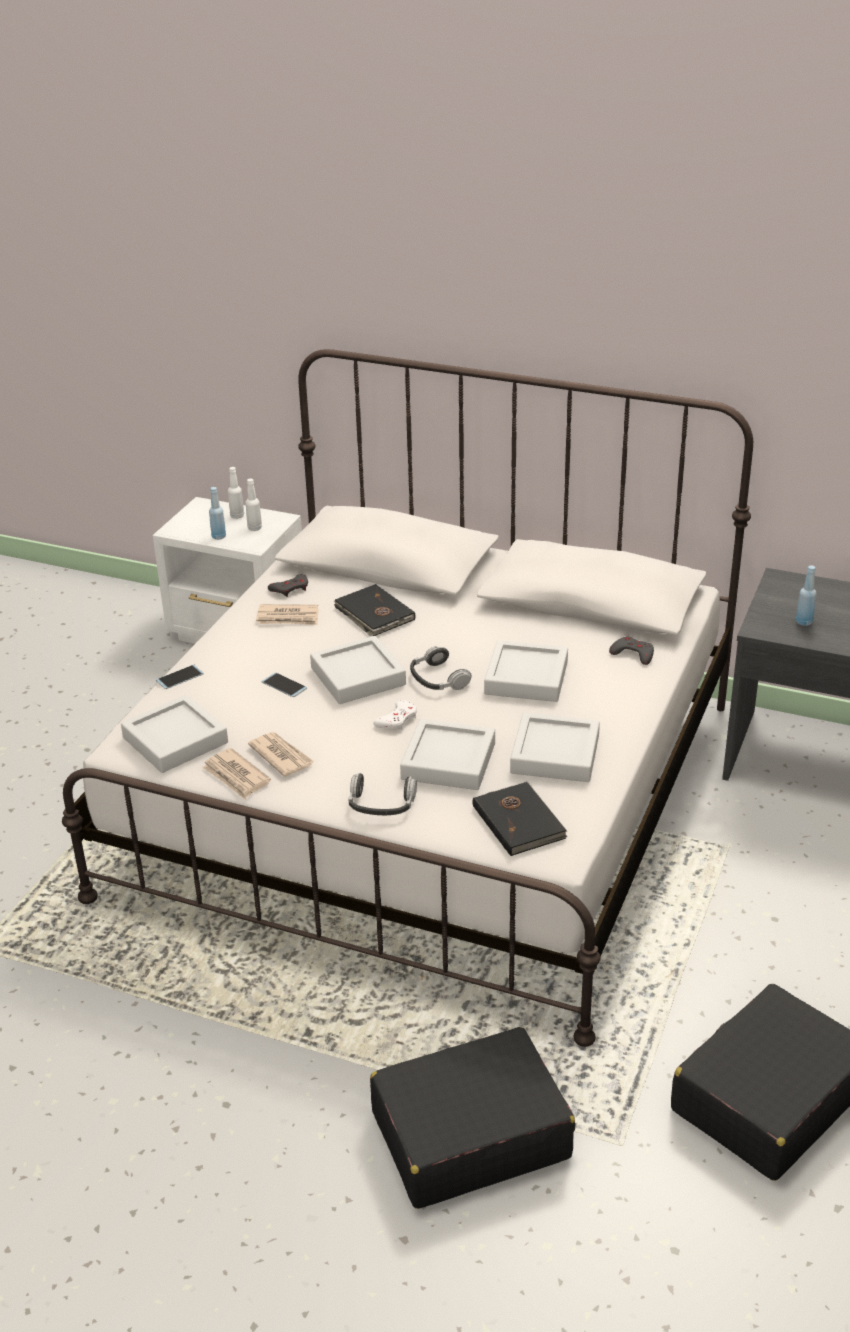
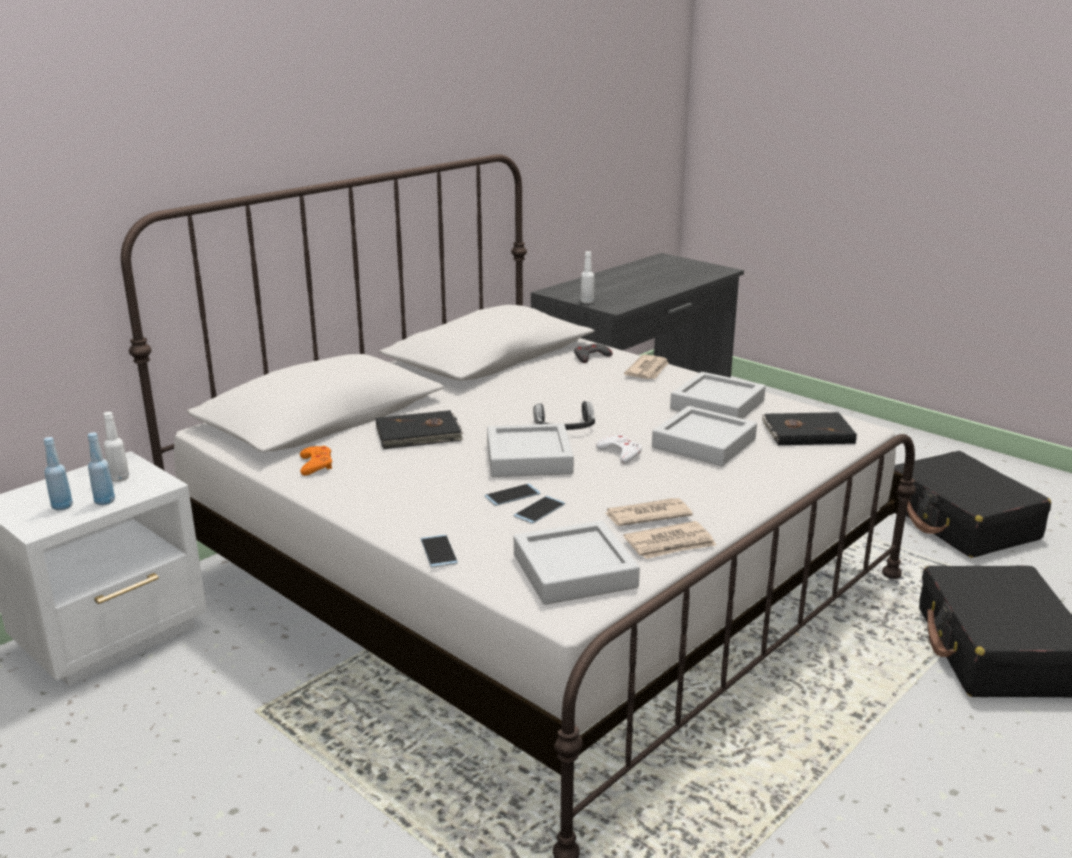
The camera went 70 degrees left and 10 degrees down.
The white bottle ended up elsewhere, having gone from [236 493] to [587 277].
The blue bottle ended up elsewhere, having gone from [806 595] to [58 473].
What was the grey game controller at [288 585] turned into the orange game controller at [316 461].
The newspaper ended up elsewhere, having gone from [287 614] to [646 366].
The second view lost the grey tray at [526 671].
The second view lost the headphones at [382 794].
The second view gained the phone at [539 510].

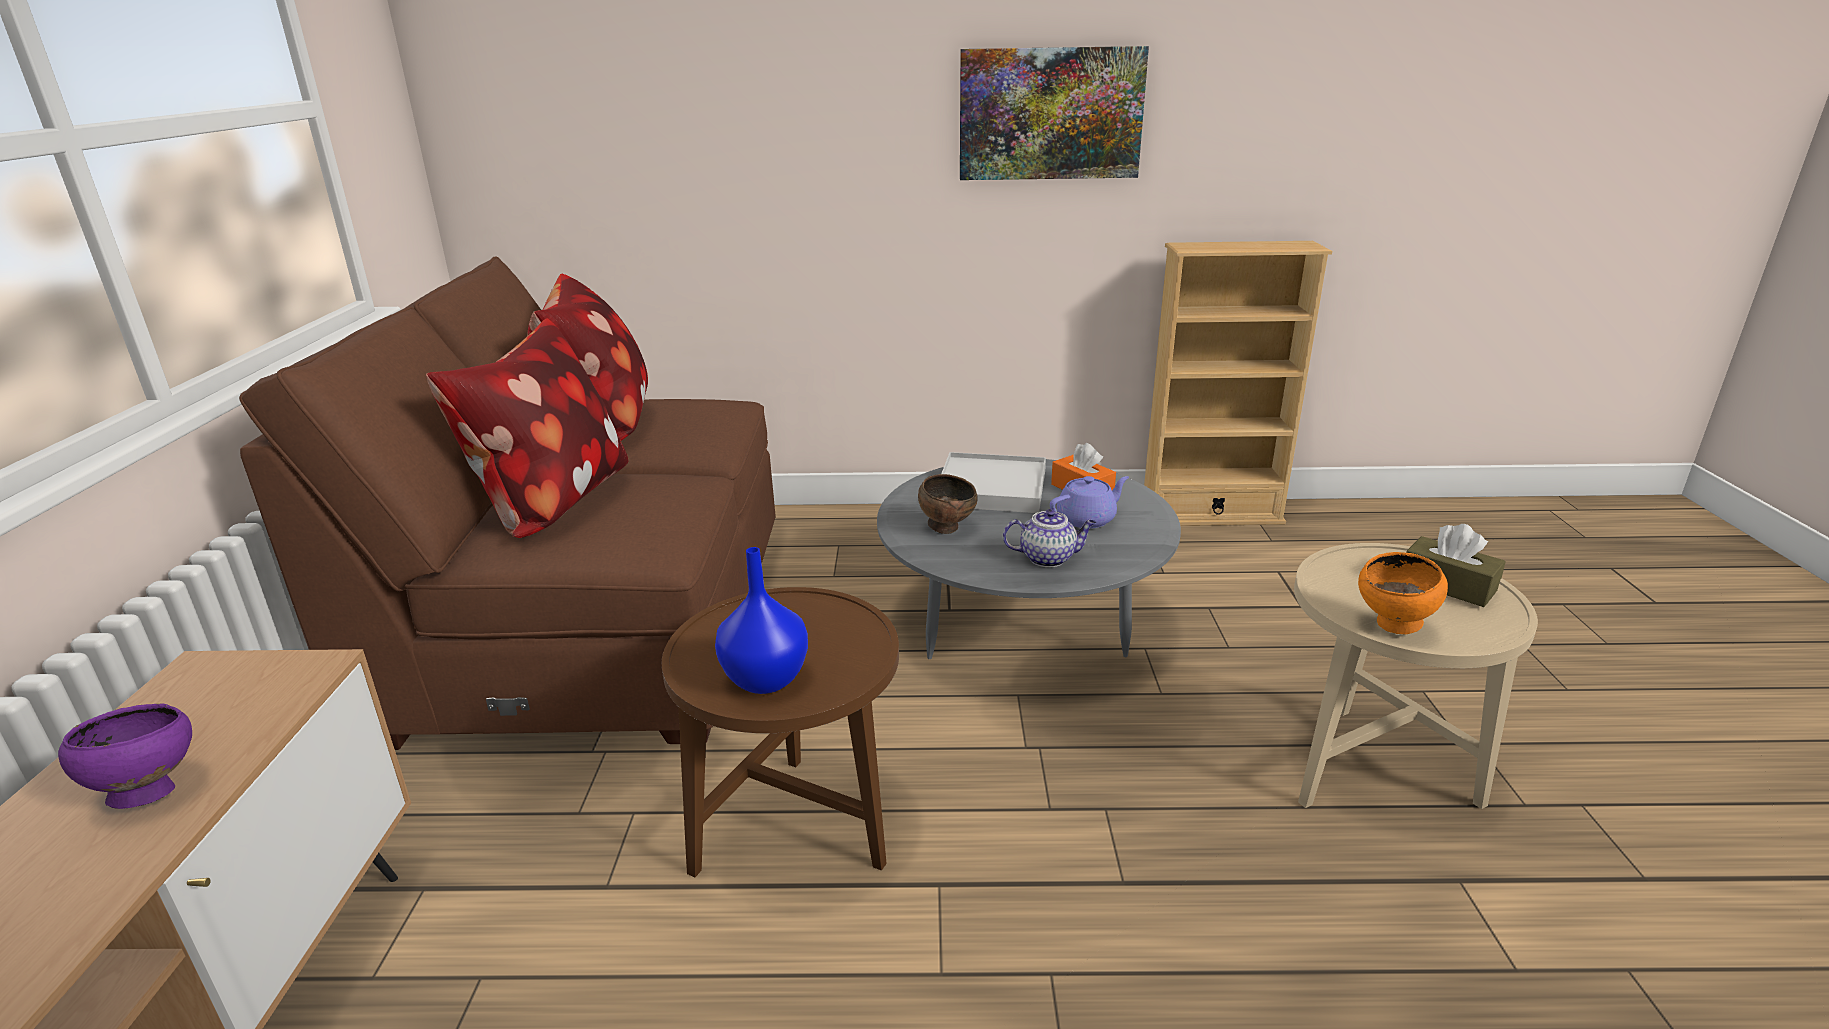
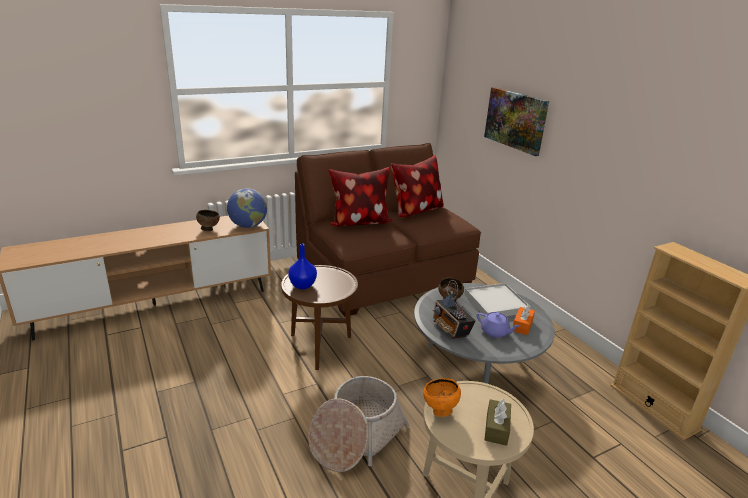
The camera went 60 degrees right and 0 degrees up.
The picture ended up elsewhere, having gone from [1054 113] to [516 121].
Where the teapot stood at [1049 538], the radio came to stand at [454 309].
What was the purple bowl at [125 756] turned into the brown bowl at [208 220].
The second view gained the globe at [247 208].
The second view gained the basket at [359 424].

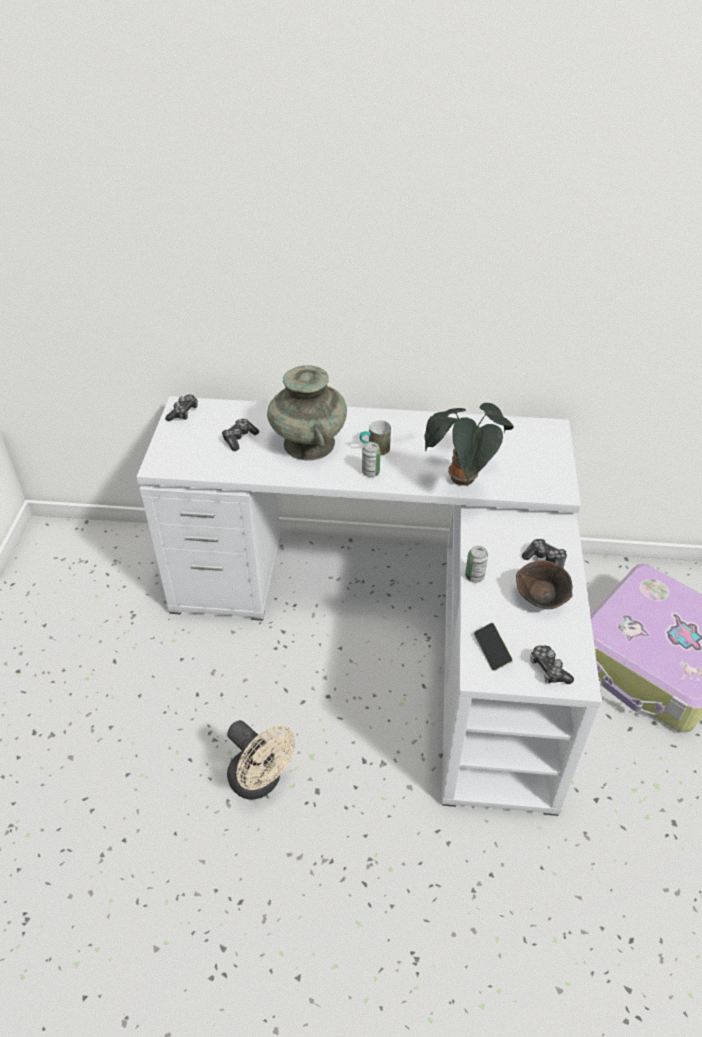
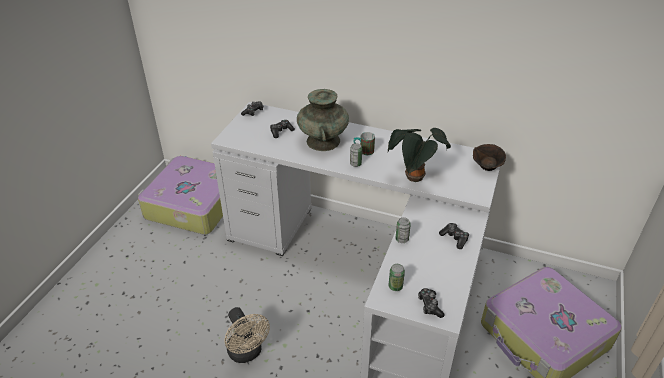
The camera went 15 degrees right and 5 degrees down.
The brown bowl ended up elsewhere, having gone from [544 584] to [489 157].
Where the phone stood at [493 647], the can came to stand at [397 277].
The second view gained the suitcase at [180 195].

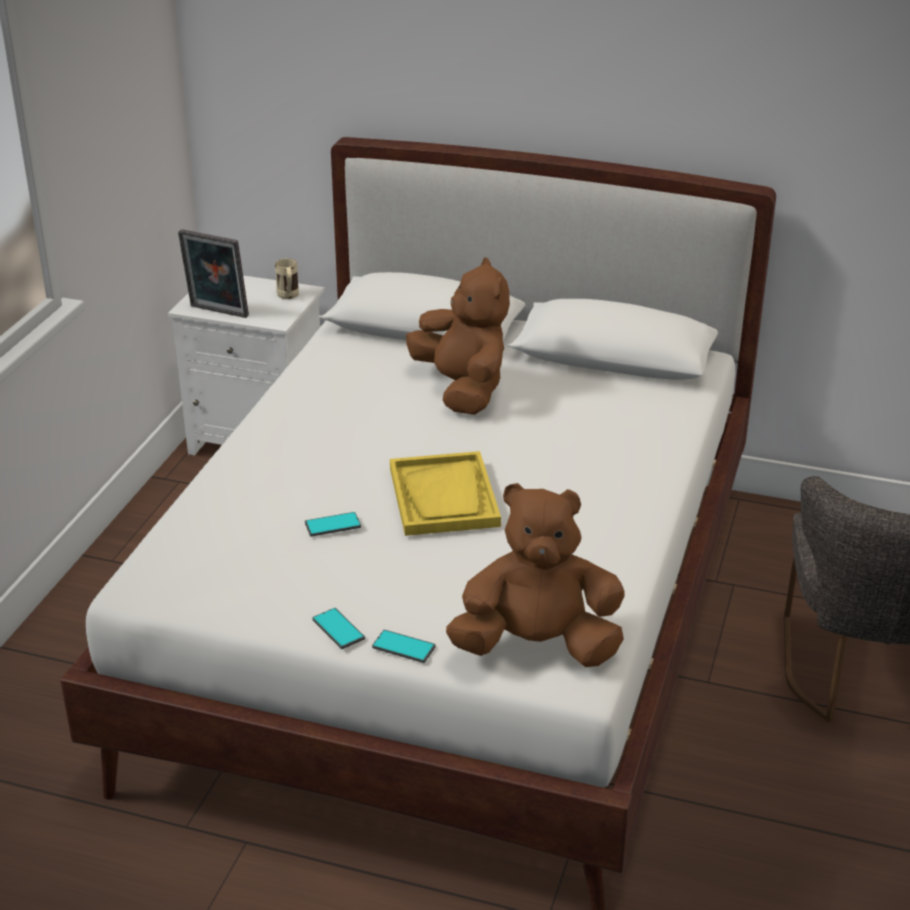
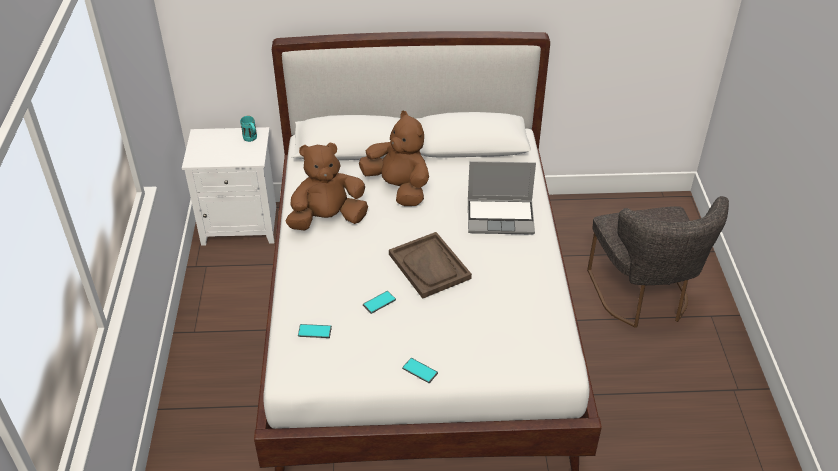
The camera went 20 degrees left and 10 degrees up.
The second view lost the picture frame at [213 273].
What was the beige mug at [287 278] turned into the turquoise mug at [248 129].
What was the yellow tray at [445 493] turned into the brown tray at [430 265].
The brown plush toy ended up elsewhere, having gone from [535 575] to [326 186].
The phone ended up elsewhere, having gone from [404 646] to [315 331].
The second view gained the laptop at [502 198].

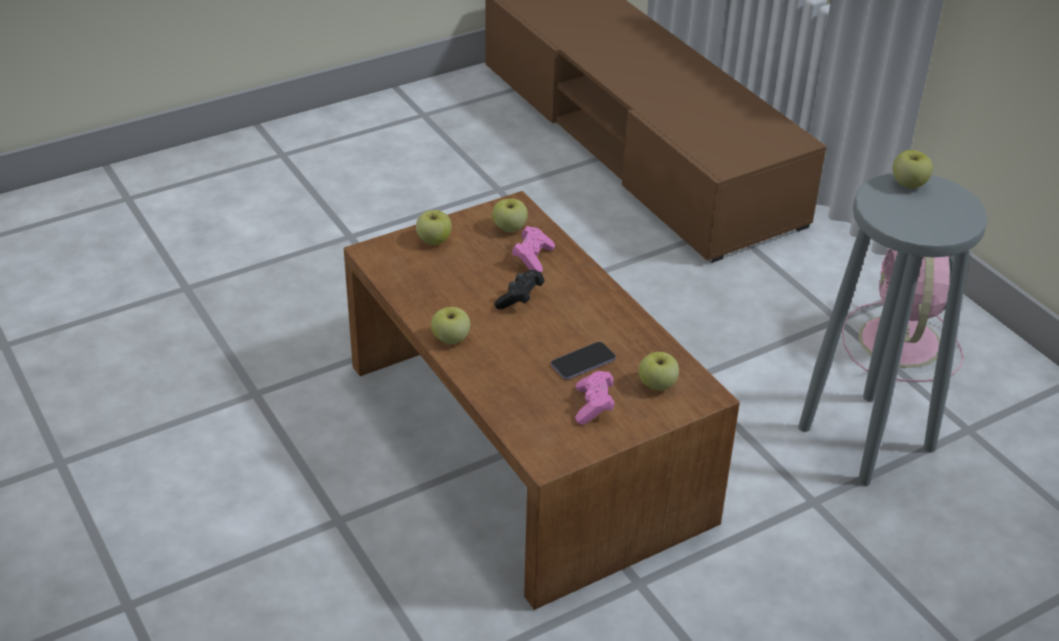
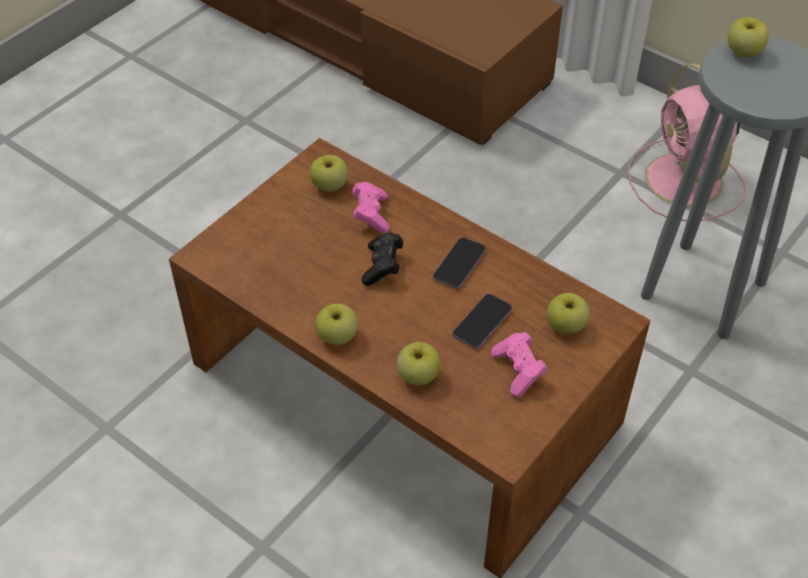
The camera went 20 degrees left and 10 degrees up.
The apple ended up elsewhere, having gone from [434 227] to [418 363].
The second view gained the phone at [459 263].

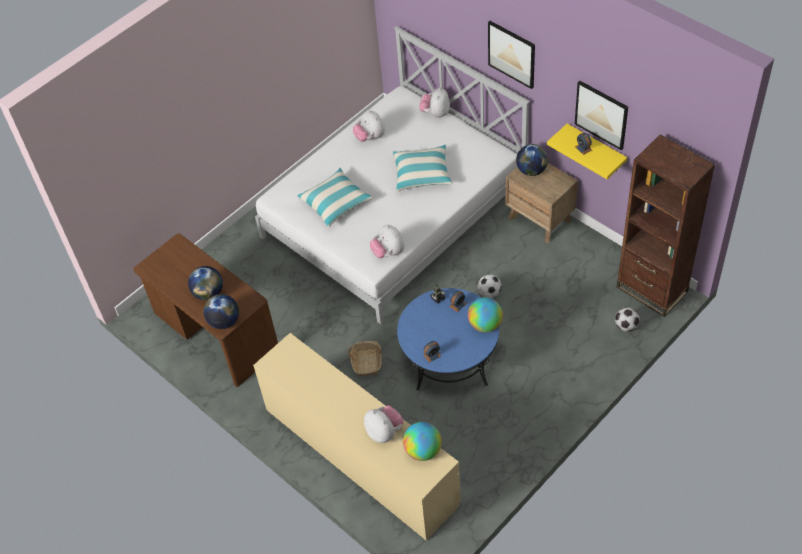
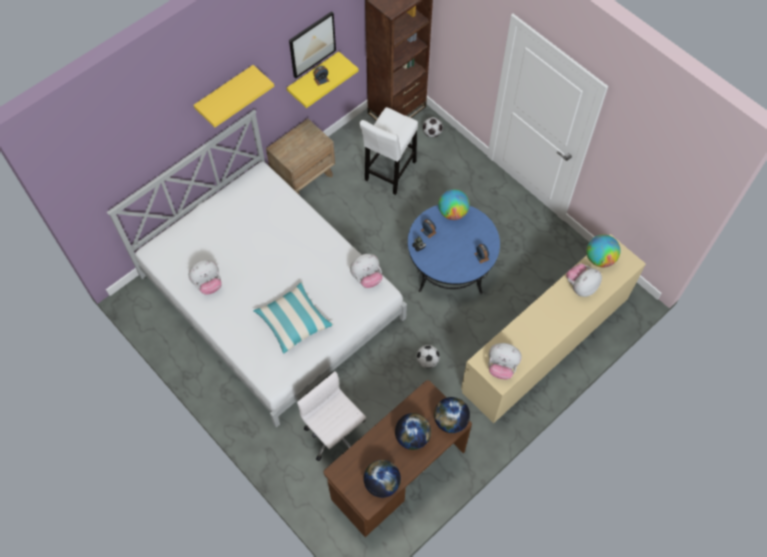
The camera went 90 degrees left and 10 degrees up.
Where the picture hung at [511 55], the yellow shelf came to hang at [234 96].
The plush toy ended up elsewhere, having gone from [434 102] to [505 361].
The globe ended up elsewhere, having gone from [532 160] to [382 479].
The second view lost the pillow at [422 168].
The football ended up elsewhere, having gone from [490 286] to [428 356].
The second view lost the basket at [365 358].
The second view gained the white stool at [388 151].
The second view gained the white office chair at [331 416].

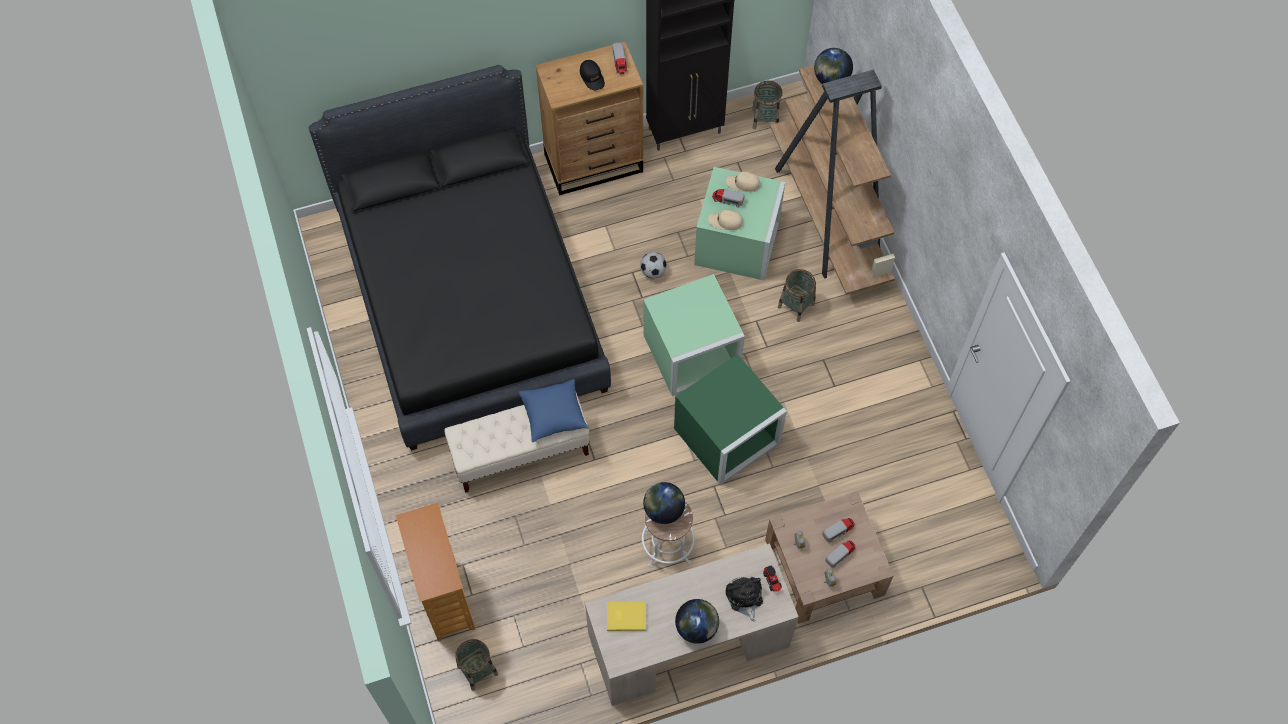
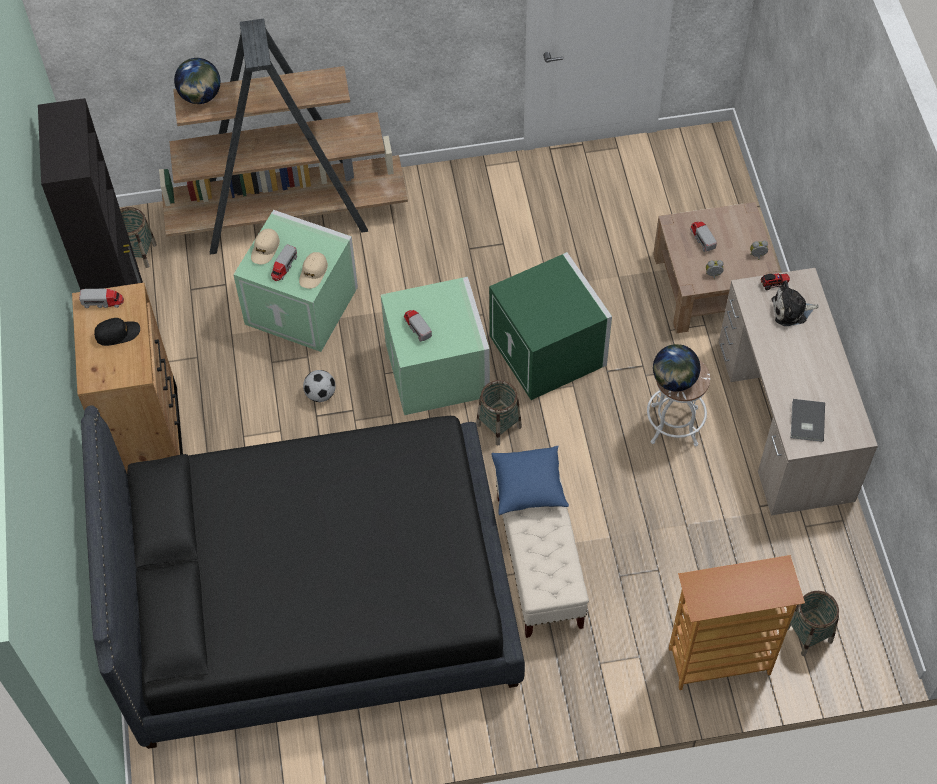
The camera went 80 degrees left and 5 degrees down.
The basket ended up elsewhere, having gone from [797 295] to [499 413].
The toy truck ended up elsewhere, having gone from [840 554] to [418 326].
The second view lost the globe at [697 621].
What was the yellow book at [626 616] turned into the grey book at [808 420].

